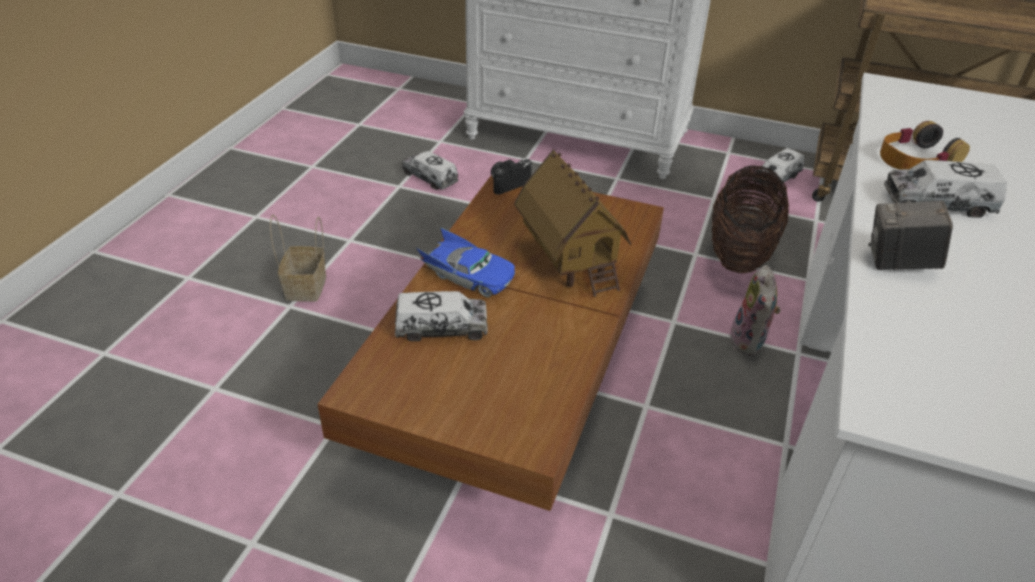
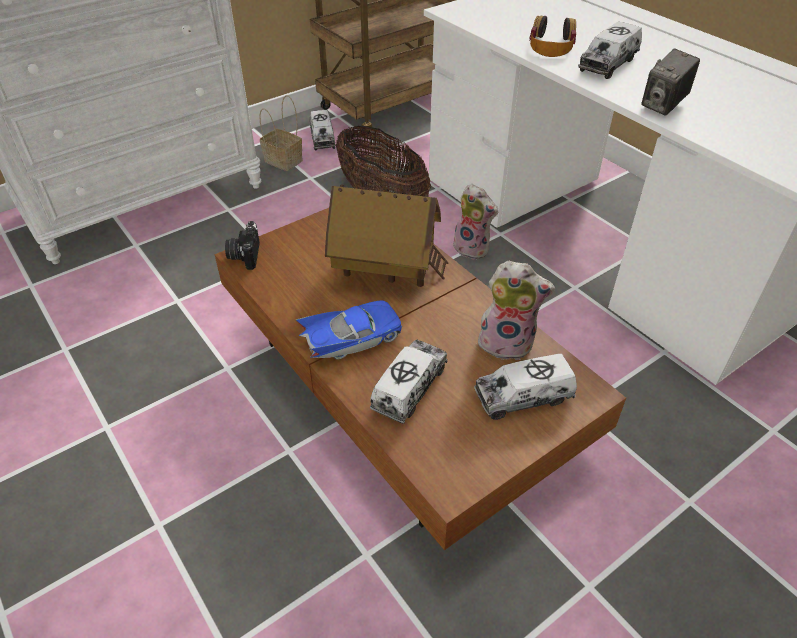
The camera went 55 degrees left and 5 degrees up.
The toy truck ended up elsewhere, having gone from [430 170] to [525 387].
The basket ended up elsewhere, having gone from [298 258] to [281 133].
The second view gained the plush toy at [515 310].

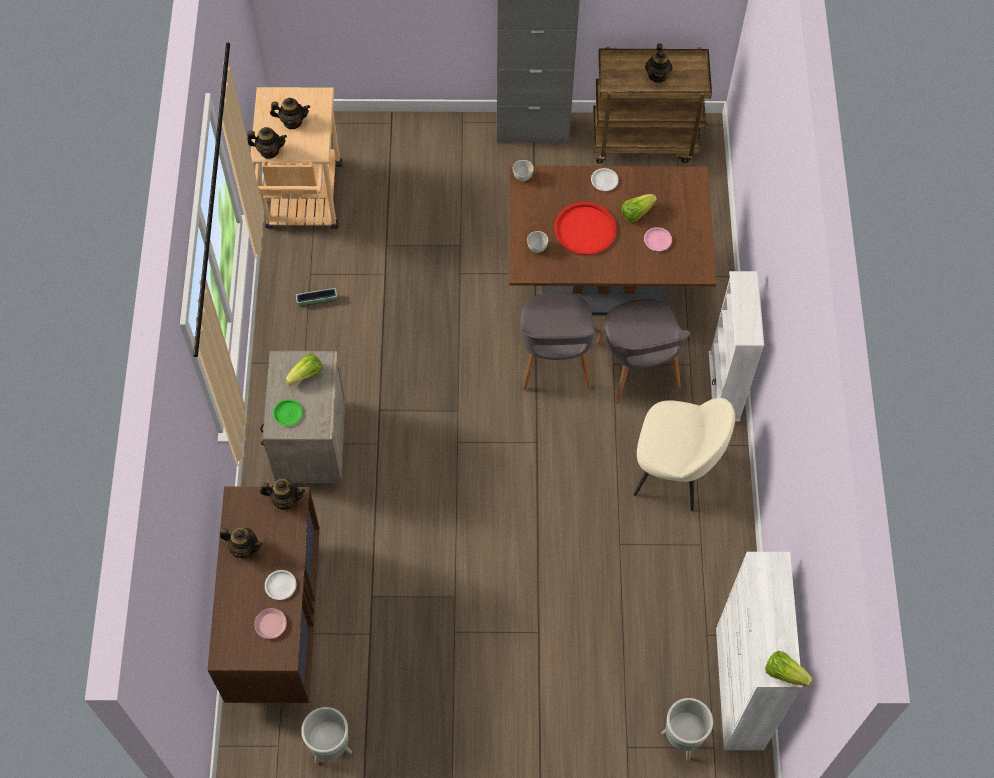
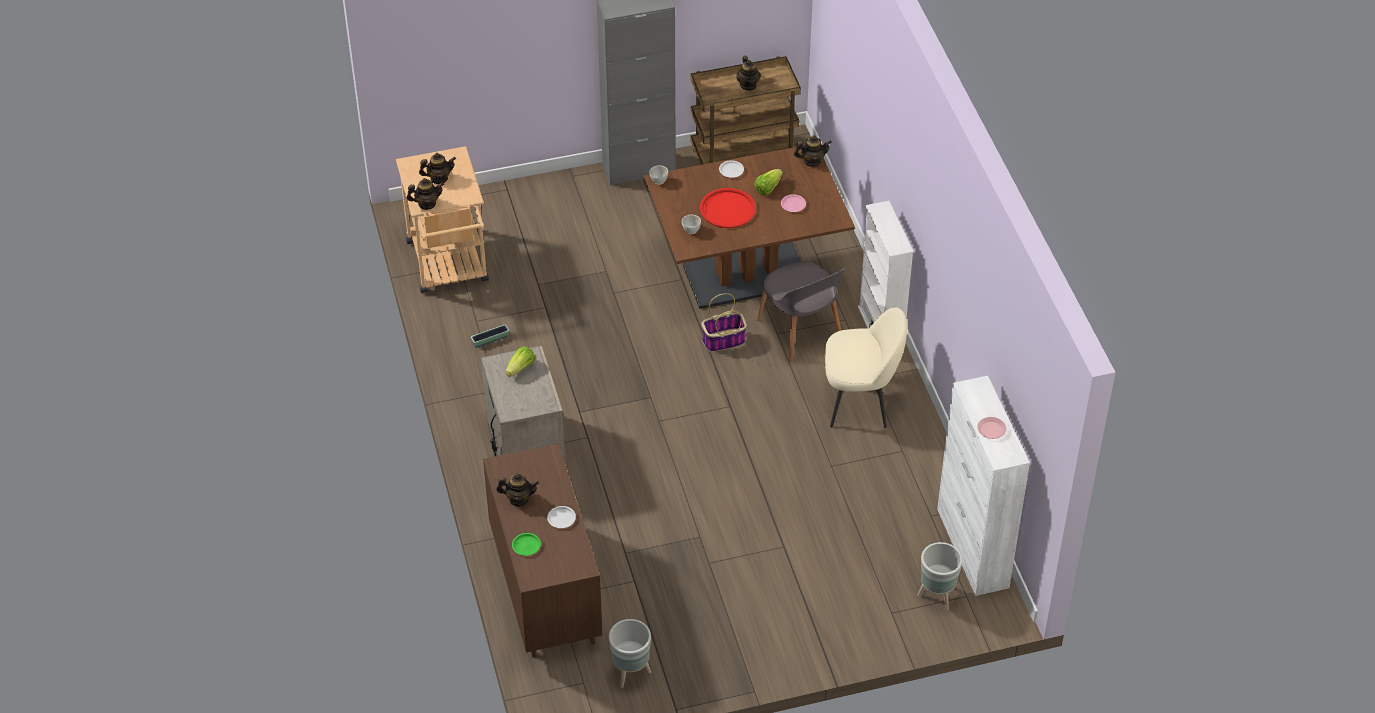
The camera went 15 degrees left and 15 degrees down.
Where the grey chair stood at [557 341], the basket came to stand at [724 322].
The green plate ended up elsewhere, having gone from [288 412] to [526 544].
The teapot ended up elsewhere, having gone from [282 494] to [813 151].
The pink plate ended up elsewhere, having gone from [270 623] to [991 428].
The second view lost the lettuce at [788 669].

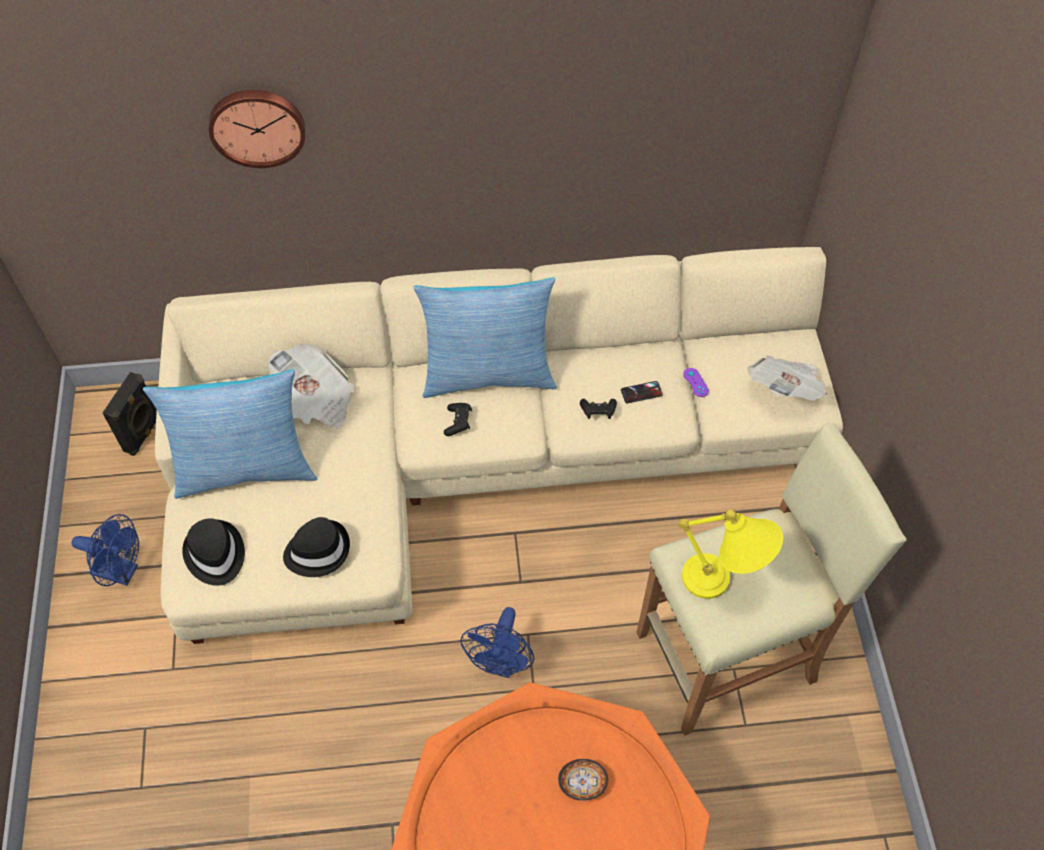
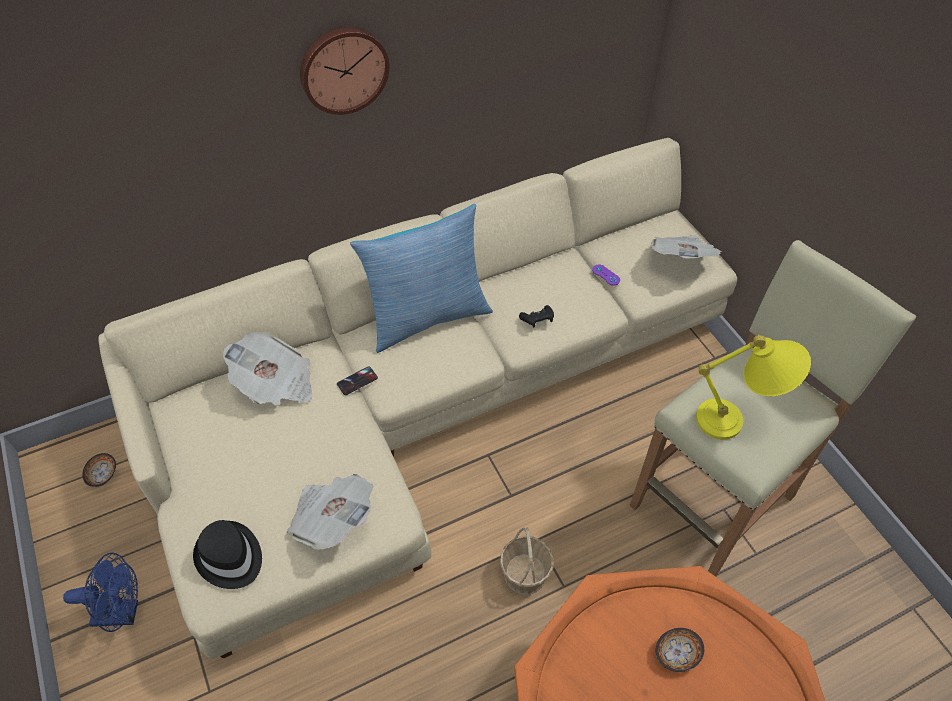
The camera went 20 degrees left and 5 degrees down.
The wall clock ended up elsewhere, having gone from [257 129] to [345 71].
The second view lost the pillow at [230 434].
Where the black speaker stood at [129 414], the bowl came to stand at [99 470].
The phone ended up elsewhere, having gone from [642 392] to [357 380].
The second view lost the black game controller at [458 419].
Where the black hat stood at [316 547], the newspaper came to stand at [330 512].
Where the blue fan stood at [497 642], the basket came to stand at [527 561].

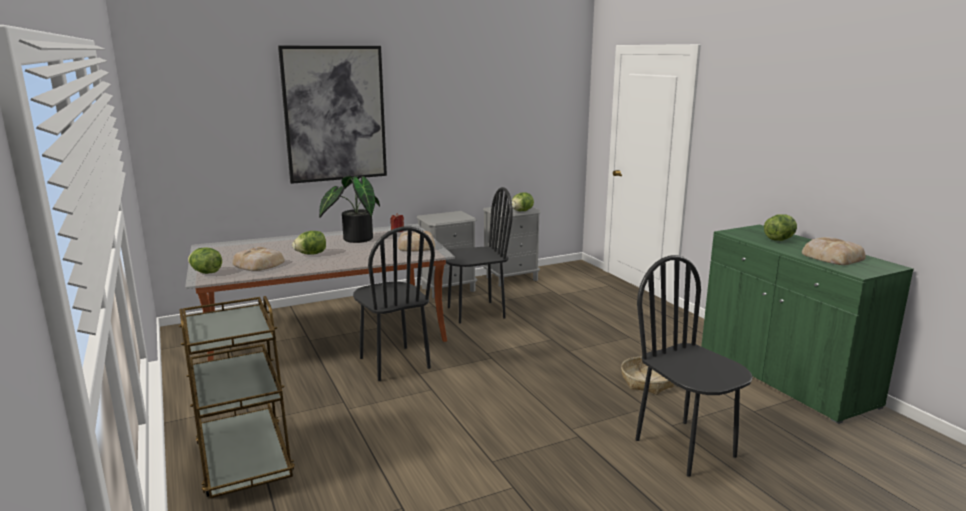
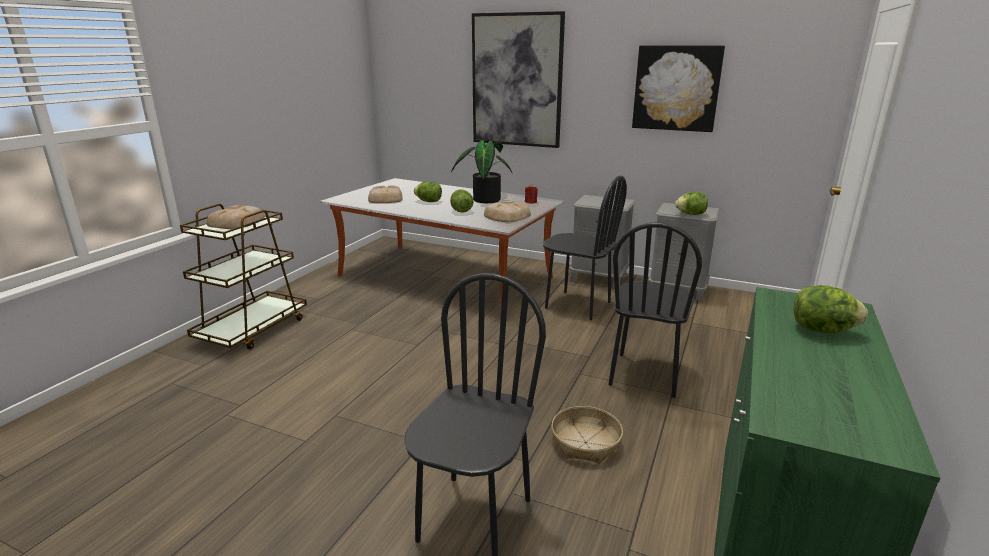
The camera went 50 degrees right and 5 degrees up.
The black chair ended up elsewhere, having gone from [394 303] to [655 310].
The bread ended up elsewhere, having gone from [834 251] to [235 217].
The lettuce ended up elsewhere, having gone from [205 261] to [462 201].
The second view gained the picture at [678 89].

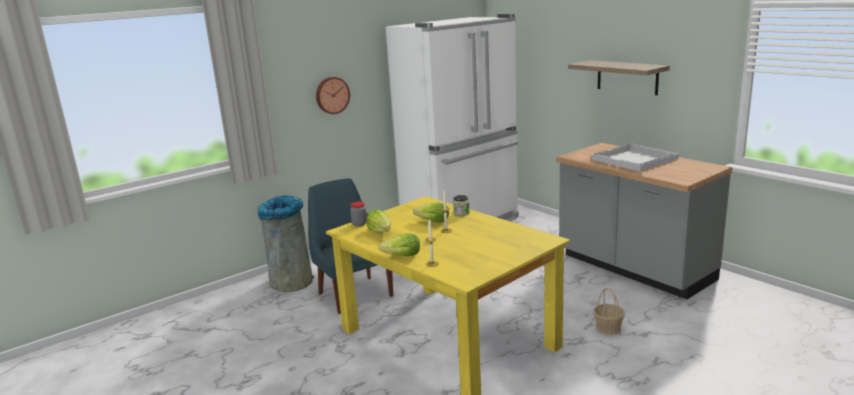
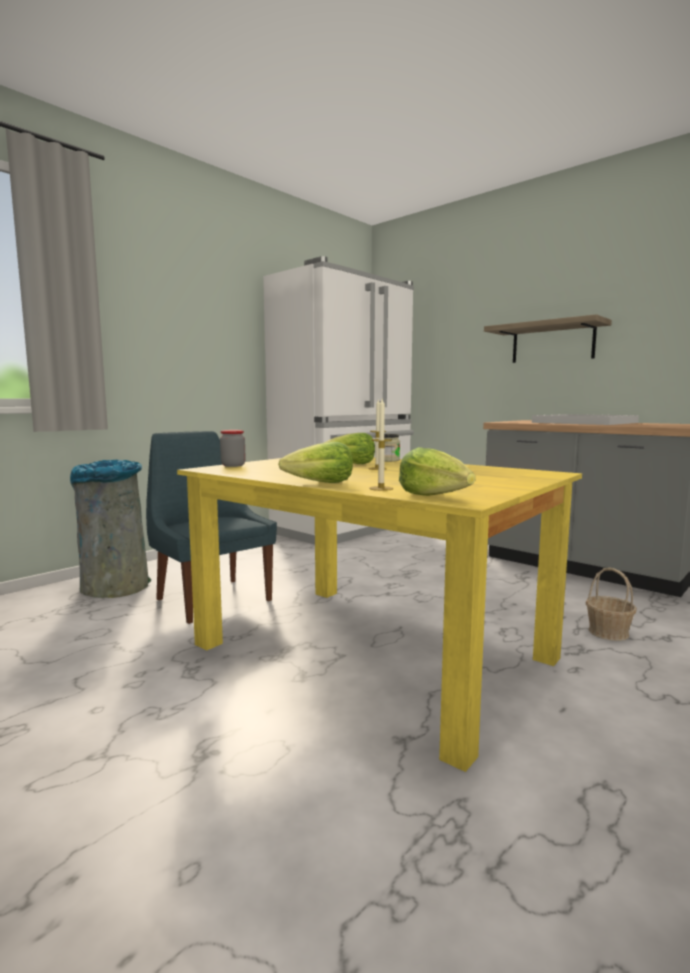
The camera went 10 degrees left and 10 degrees down.
The second view lost the wall clock at [333 95].
The lettuce ended up elsewhere, having gone from [379 221] to [437 471].

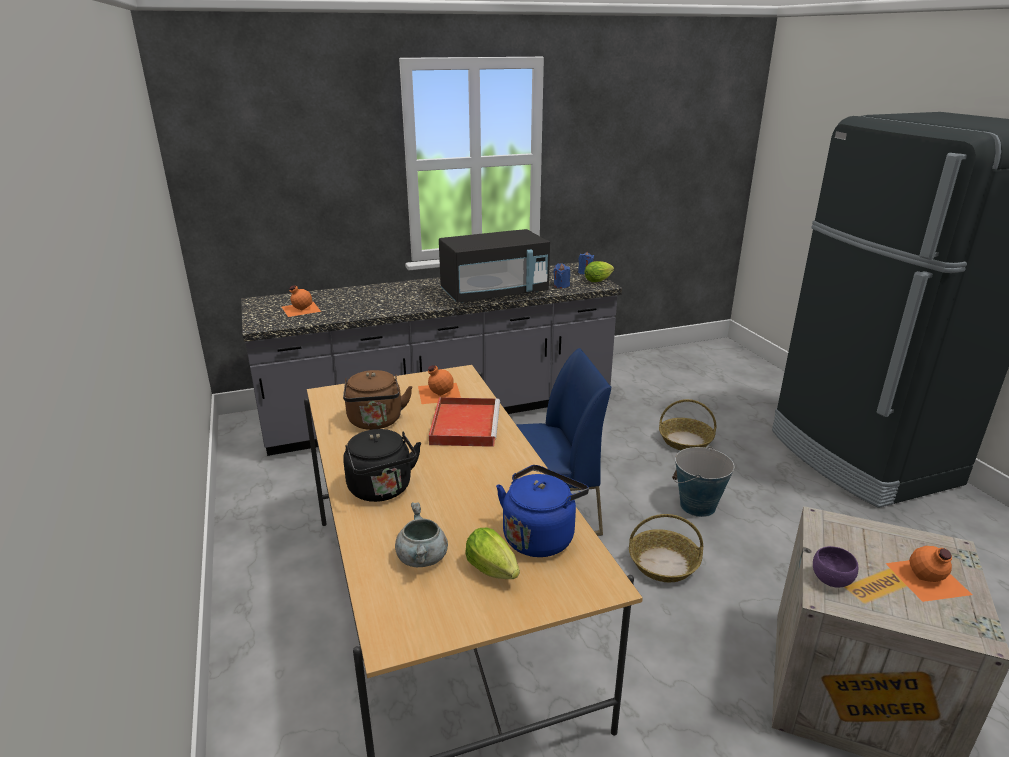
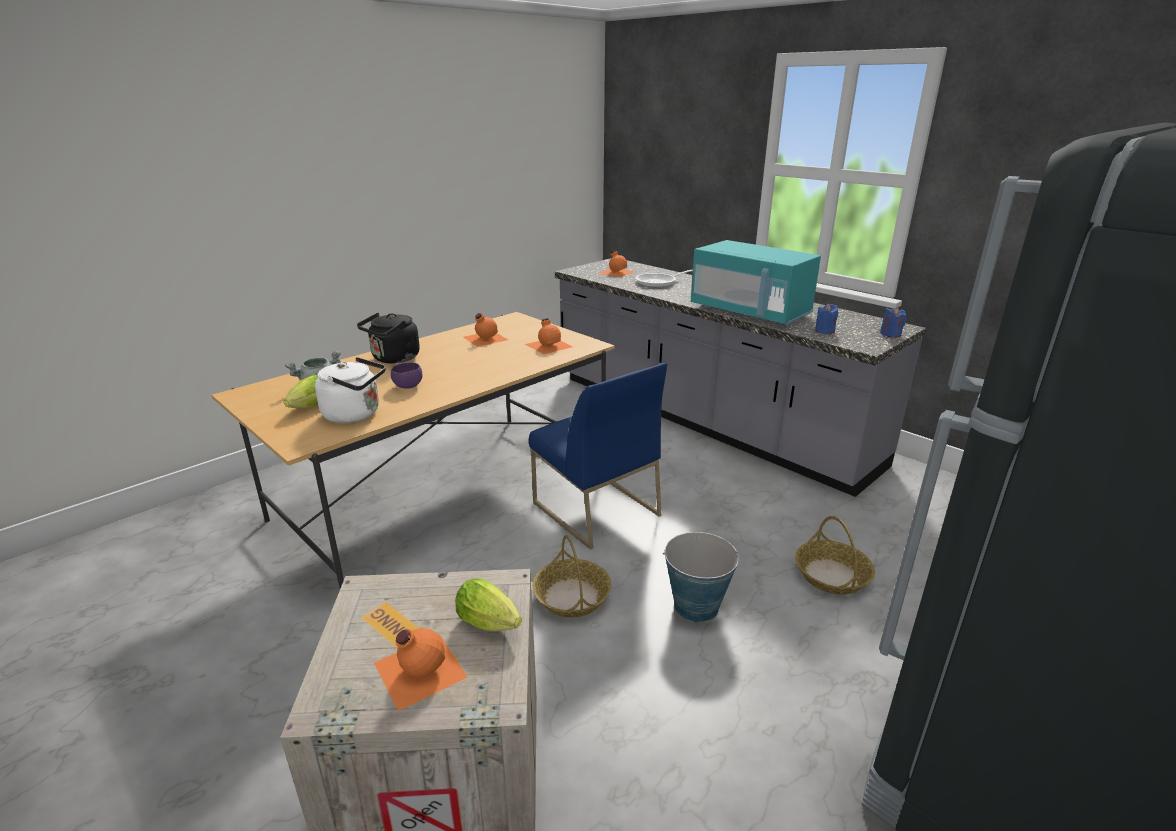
The camera went 65 degrees right and 0 degrees up.
What was the black microwave at [494 266] turned into the turquoise microwave at [756 283].
The lettuce ended up elsewhere, having gone from [599 271] to [488 604].
Where the brown kettle stood at [377 400], the orange bottle came to stand at [485 330].
The second view lost the red tray at [464 422].
What was the blue kettle at [542 511] turned into the white kettle at [350 390].
The purple bowl ended up elsewhere, having gone from [835 567] to [406 375].
The second view gained the frying pan at [664 278].

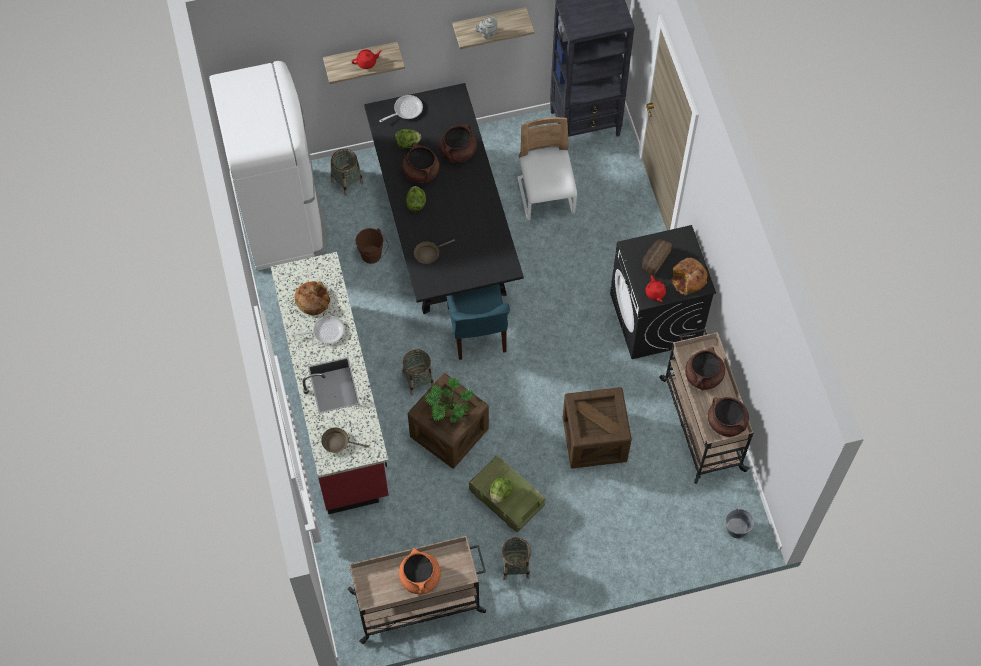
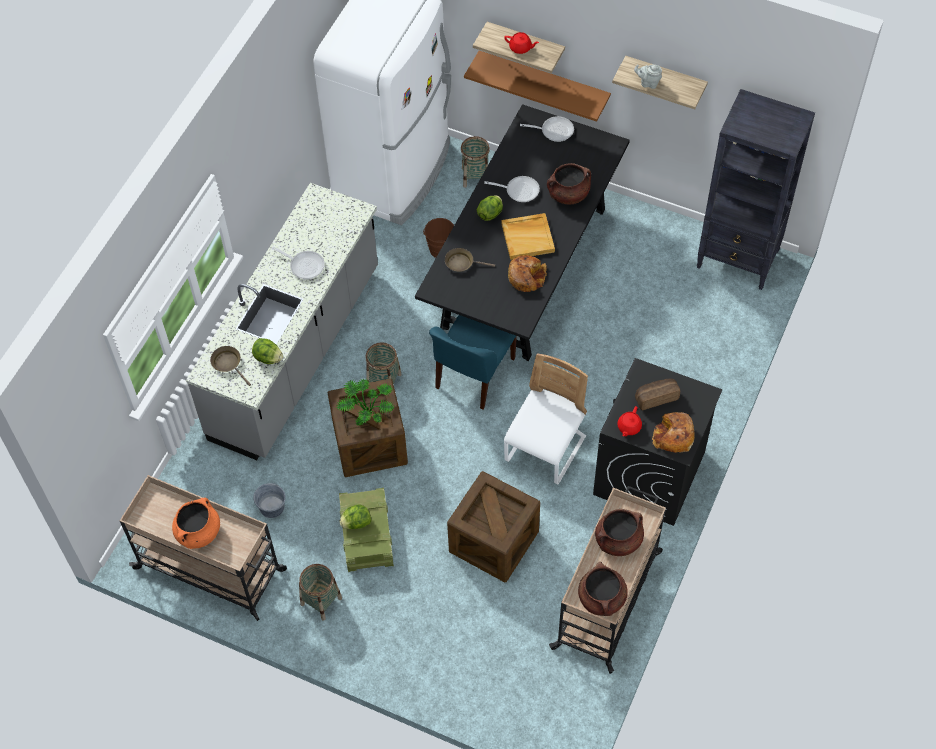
The camera went 40 degrees right and 5 degrees down.
The white chair ended up elsewhere, having gone from [547 168] to [546 418].
The lettuce ended up elsewhere, having gone from [408 138] to [267 351].
Where the brown cooking pot stood at [421 162], the frying pan came to stand at [512 189].
What was the red counter at [329 383] turned into the grey counter at [282 321].
The bread ended up elsewhere, having gone from [312 298] to [527 273].
The grey bucket ended up elsewhere, having gone from [739 523] to [269 500].
The second view gained the brown shelf at [537 86].
The second view gained the beige tray at [528 236].

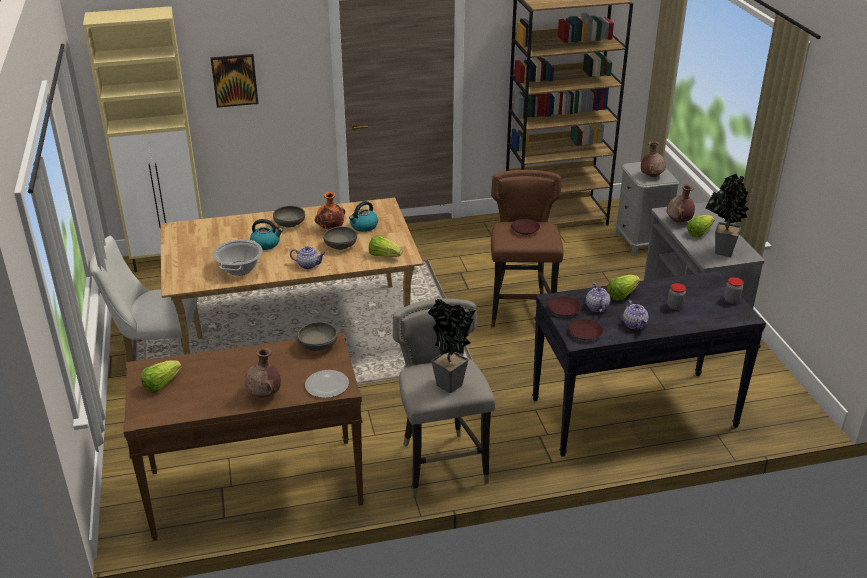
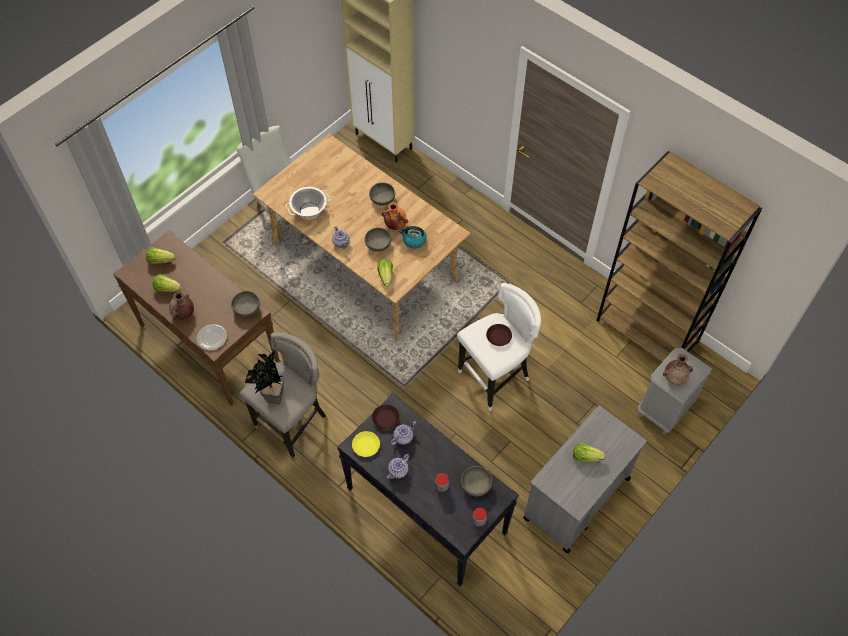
The camera went 55 degrees right and 25 degrees up.
The second view lost the picture at [234 81].
What was the brown stool at [527 249] turned into the white stool at [499 347].
The second view lost the potted plant at [727 215].
The second view lost the brown vase at [681 203].
The second view lost the kettle at [266 234].
The lettuce ended up elsewhere, having gone from [623 288] to [167 283].
What was the brown plate at [585 329] turned into the yellow plate at [366 444].
The second view gained the grey bowl at [476 481].

